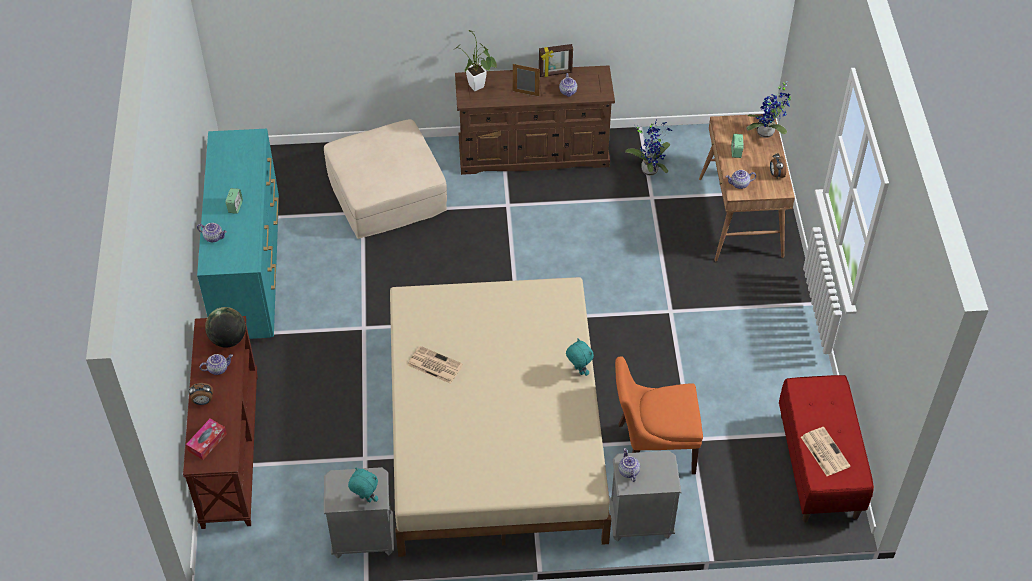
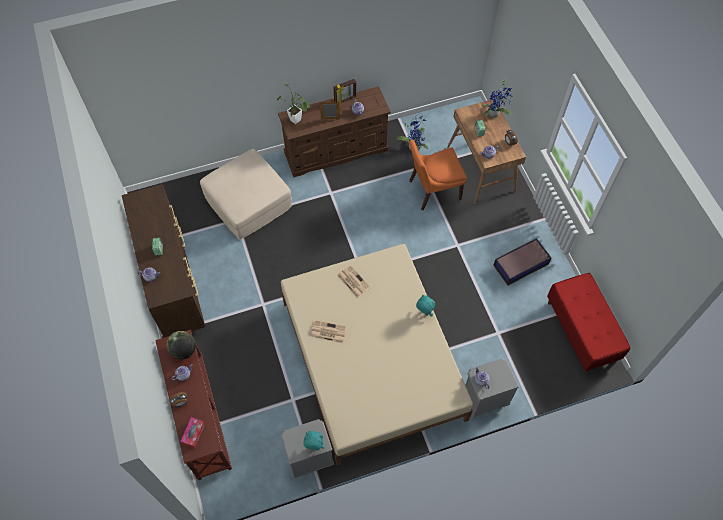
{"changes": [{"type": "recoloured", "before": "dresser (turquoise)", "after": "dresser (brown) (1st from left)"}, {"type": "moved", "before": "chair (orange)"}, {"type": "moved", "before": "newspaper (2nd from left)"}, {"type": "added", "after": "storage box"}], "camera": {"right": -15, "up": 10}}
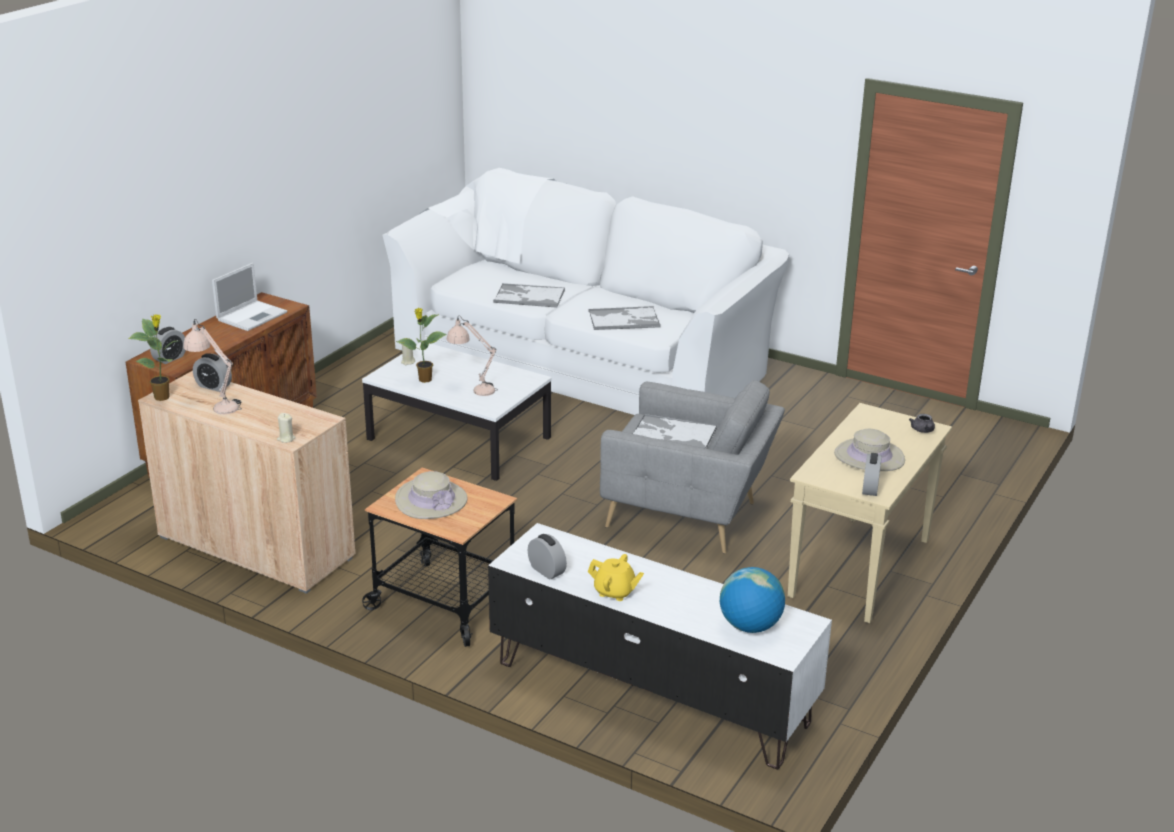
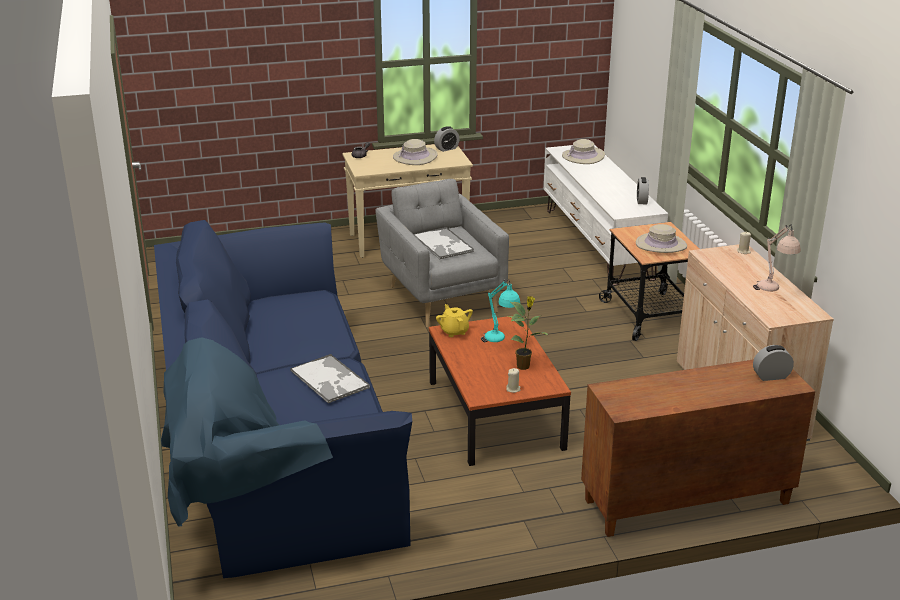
{"changes": [{"type": "removed", "before": "potted plant (1st from left)"}, {"type": "removed", "before": "alarm clock (2nd from left)"}, {"type": "removed", "before": "laptop"}, {"type": "recoloured", "before": "coffee table (white)", "after": "coffee table (brown)"}, {"type": "recoloured", "before": "sofa (white)", "after": "sofa (blue)"}, {"type": "recoloured", "before": "table lamp (beige) (2nd from left)", "after": "table lamp (turquoise)"}, {"type": "removed", "before": "tray (2nd from left)"}, {"type": "moved", "before": "teapot (yellow)"}, {"type": "replaced", "before": "globe", "after": "hat (beige) (2nd from left)"}], "camera": {"right": -135, "up": 0}}
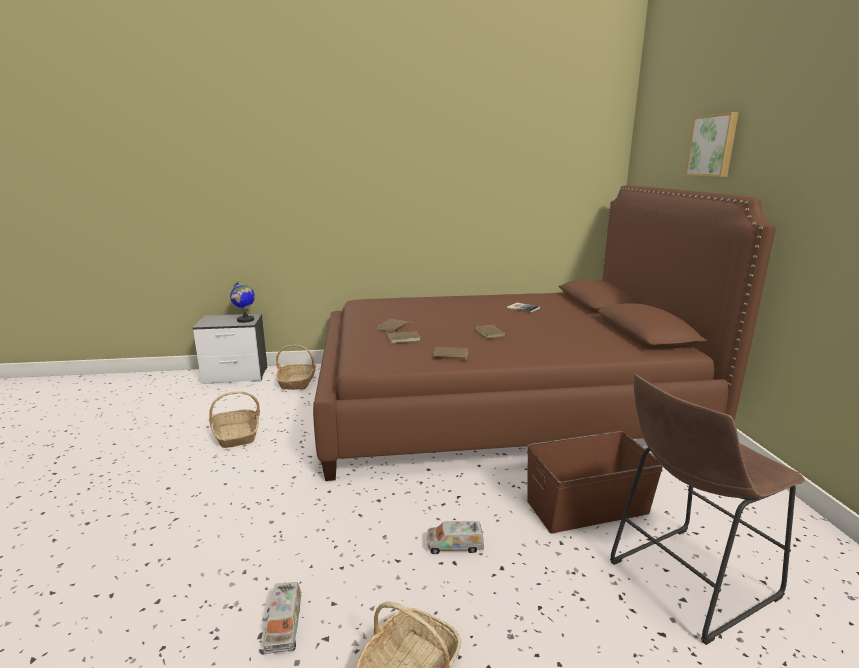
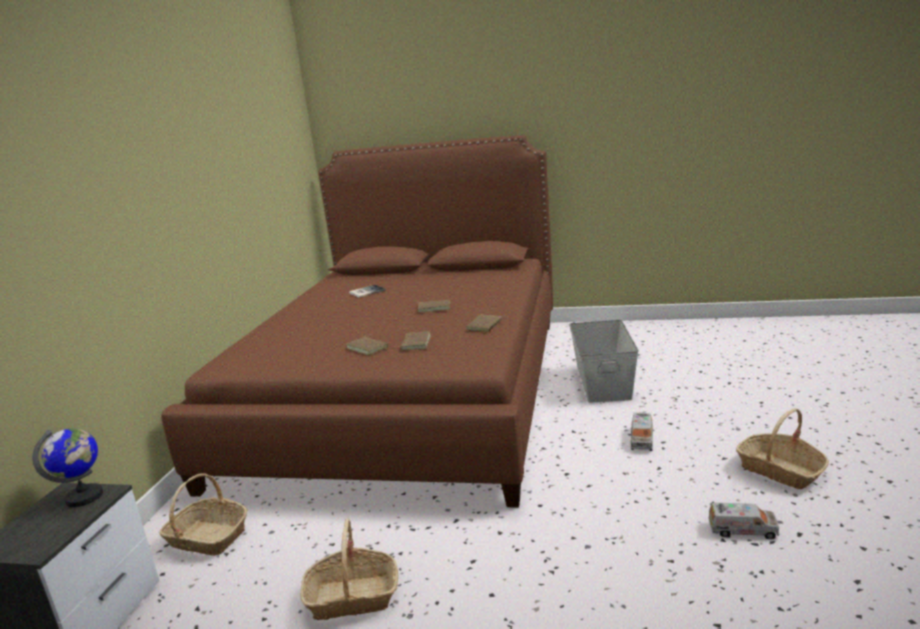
{"changes": [{"type": "recoloured", "before": "storage box (brown)", "after": "storage box (grey)"}, {"type": "removed", "before": "stool (brown)"}, {"type": "removed", "before": "picture"}], "camera": {"right": -70, "up": 0}}
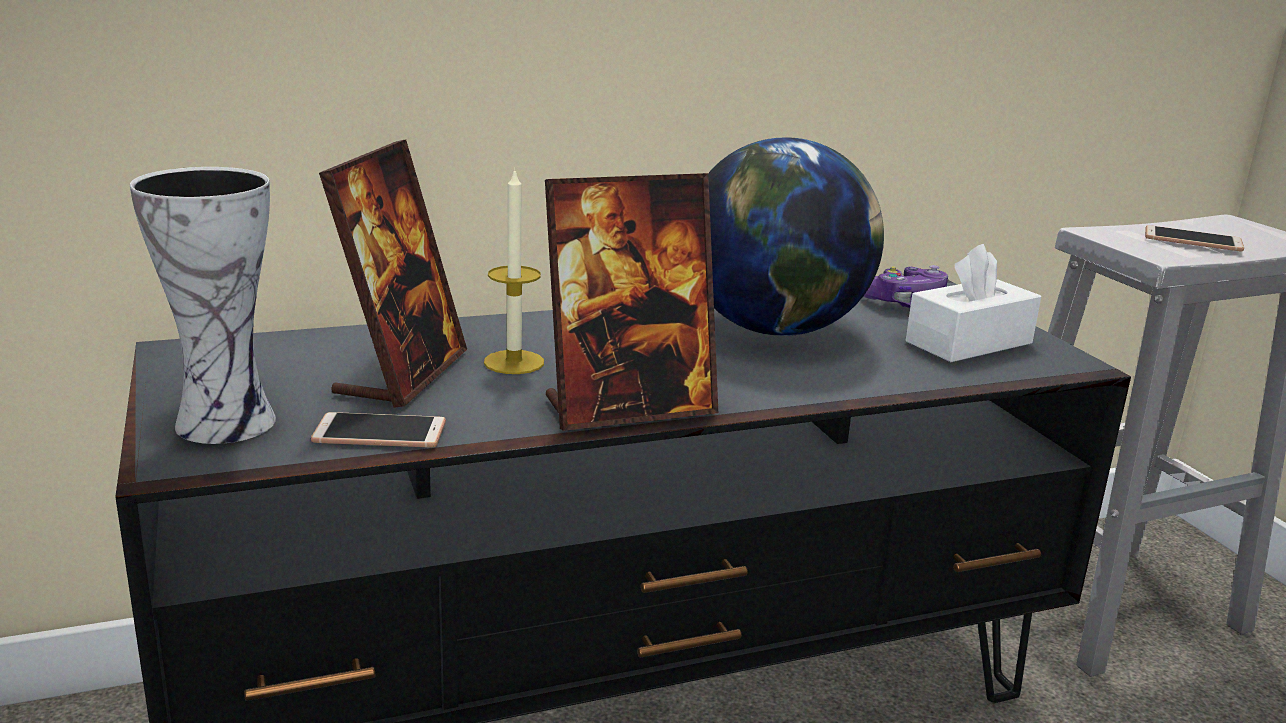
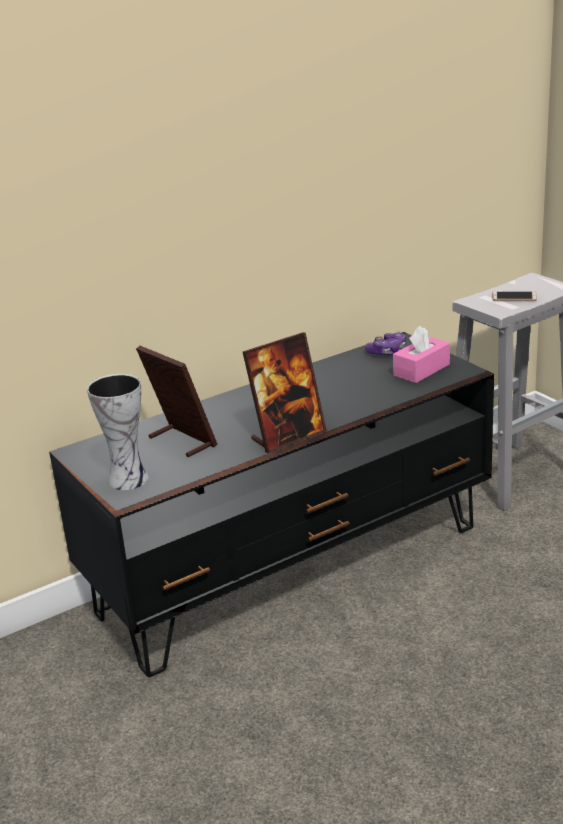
{"changes": [{"type": "removed", "before": "phone (1st from left)"}, {"type": "turned", "before": "picture frame (1st from left)", "turn": -45}, {"type": "removed", "before": "candle"}, {"type": "removed", "before": "globe"}, {"type": "recoloured", "before": "tissue box (white)", "after": "tissue box (pink)"}], "camera": {"right": -10, "up": 5}}
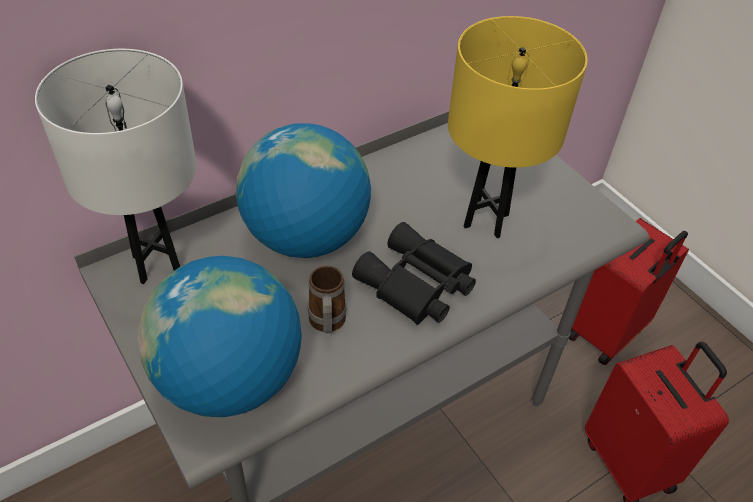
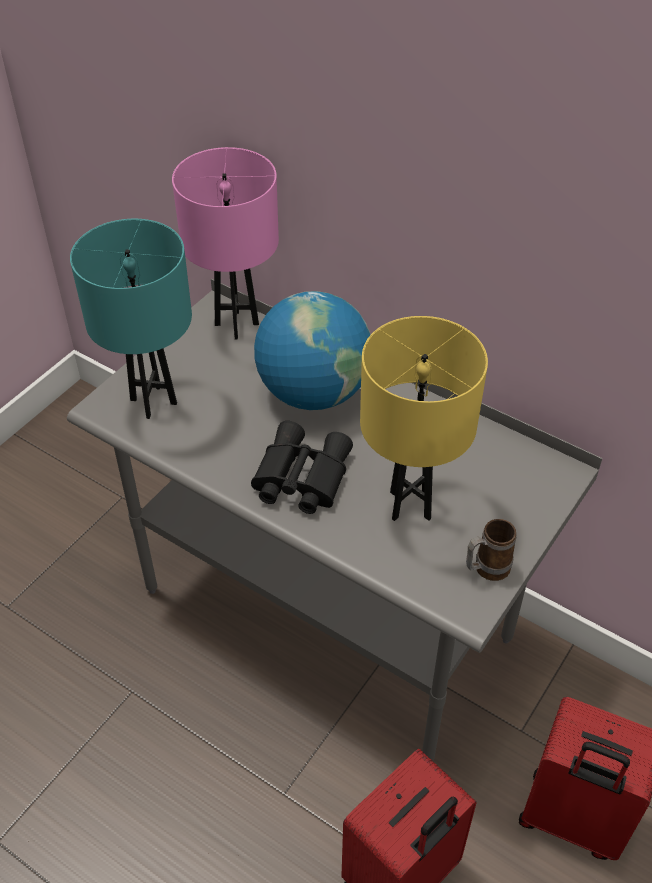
{"changes": [{"type": "recoloured", "before": "table lamp (white)", "after": "table lamp (pink)"}, {"type": "replaced", "before": "globe (1st from left)", "after": "table lamp (turquoise)"}, {"type": "moved", "before": "mug"}], "camera": {"right": 70, "up": 0}}
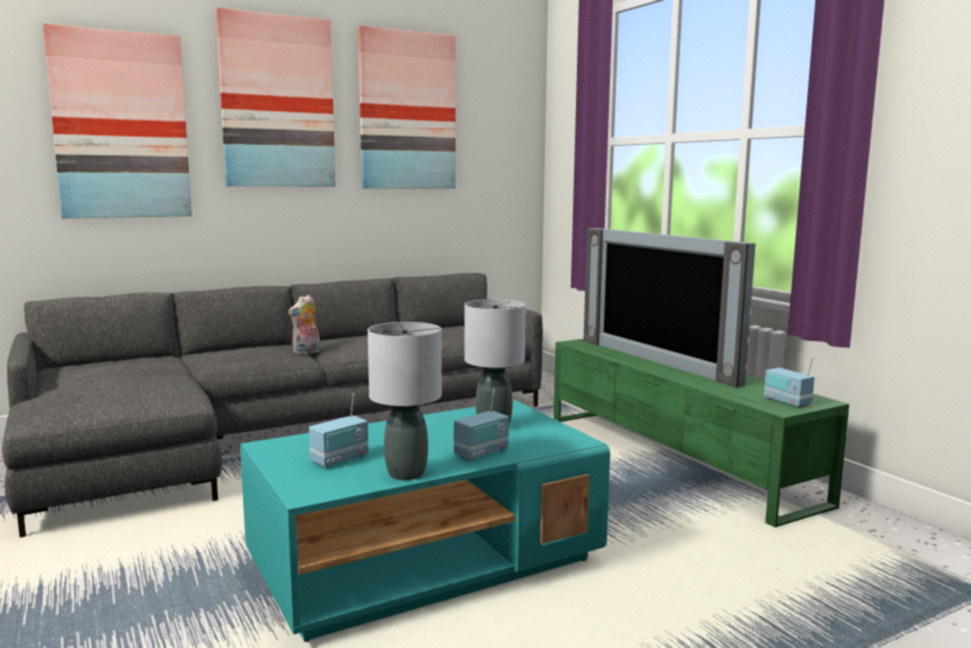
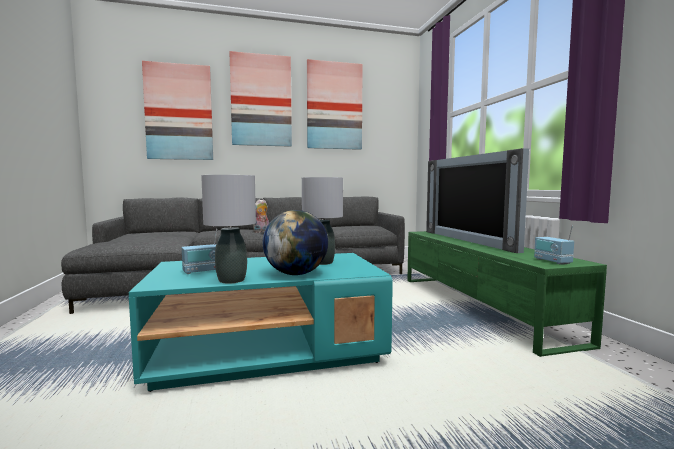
{"changes": [{"type": "replaced", "before": "radio (2nd from left)", "after": "globe"}], "camera": {"right": 15, "up": -5}}
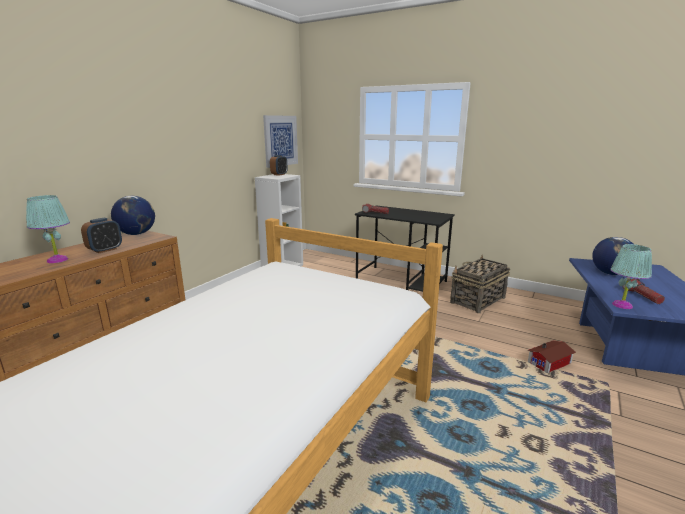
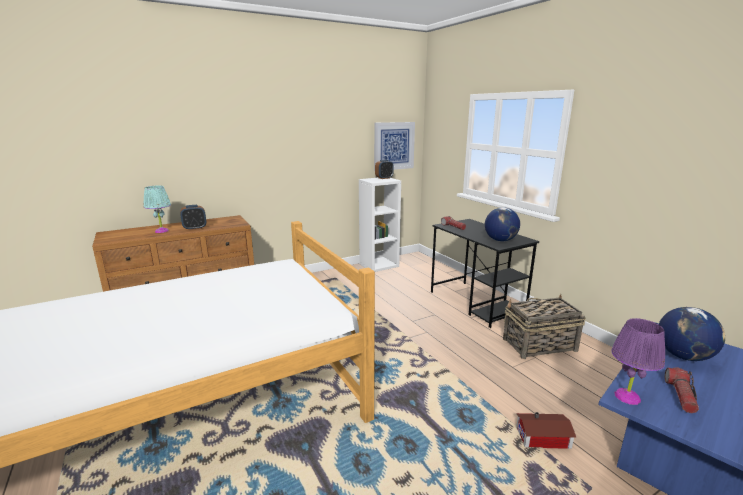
{"changes": [{"type": "moved", "before": "globe (1st from left)"}, {"type": "recoloured", "before": "table lamp (turquoise) (2nd from left)", "after": "table lamp (purple)"}], "camera": {"right": 30, "up": 0}}
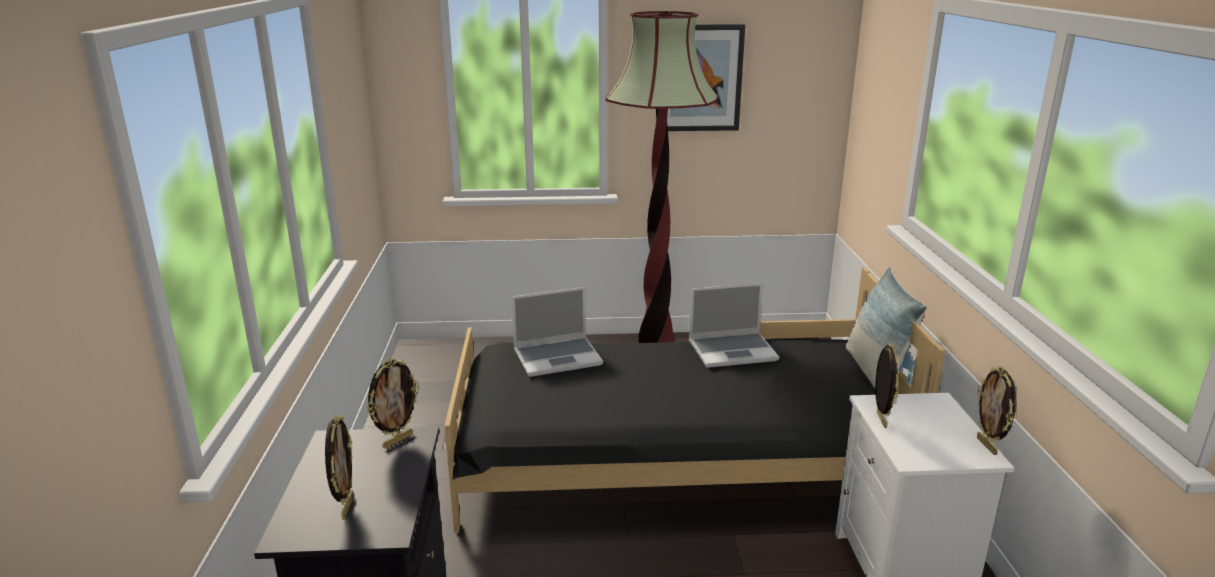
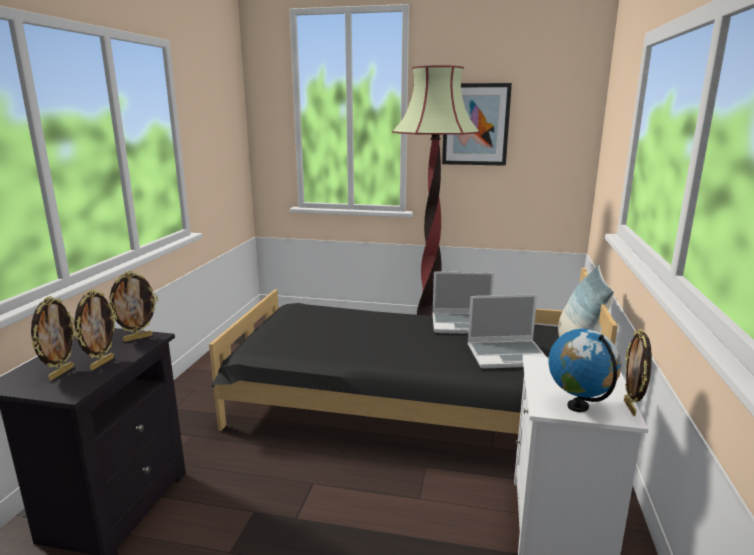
{"changes": [{"type": "moved", "before": "laptop (1st from left in the first image)", "after": "laptop (2nd from left)"}, {"type": "moved", "before": "picture frame (3rd from left in the first image)", "after": "picture frame (2nd from left)"}, {"type": "added", "after": "globe"}], "camera": {"right": 15, "up": -5}}
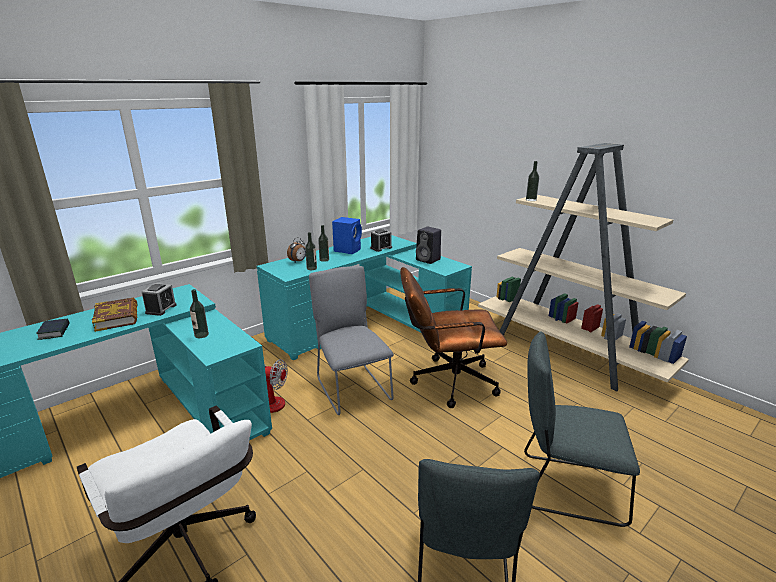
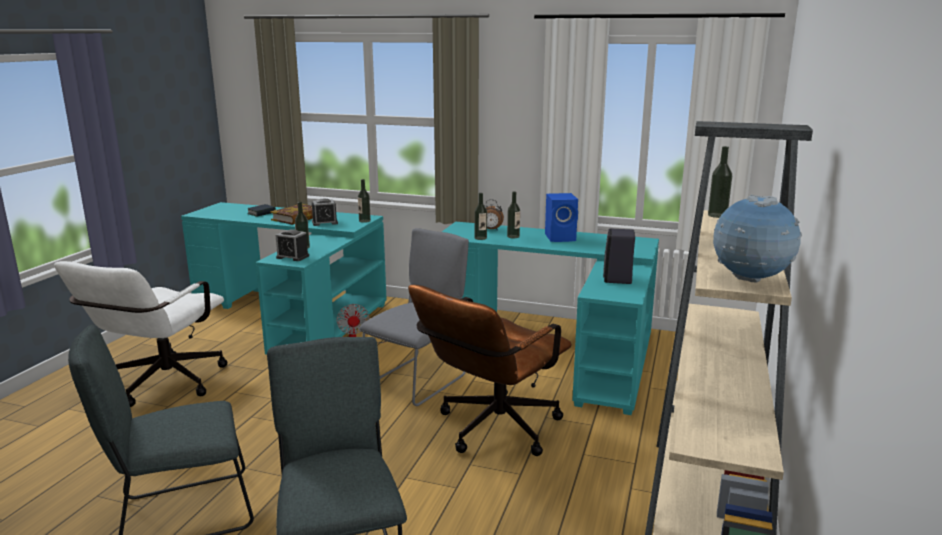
{"changes": [{"type": "moved", "before": "alarm clock (3rd from left in the first image)", "after": "alarm clock (1st from left)"}, {"type": "turned", "before": "office chair (brown)", "turn": -105}, {"type": "added", "after": "bottle (2nd from left)"}, {"type": "added", "after": "globe"}], "camera": {"right": 60, "up": -5}}
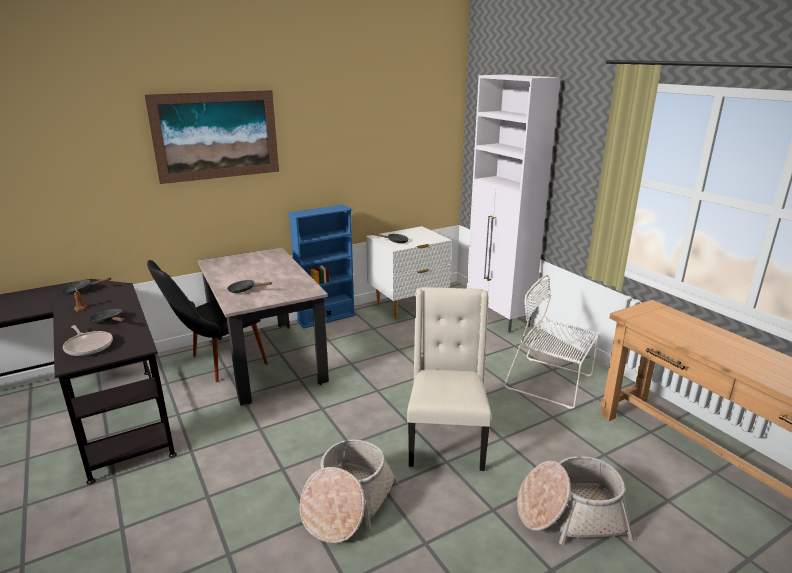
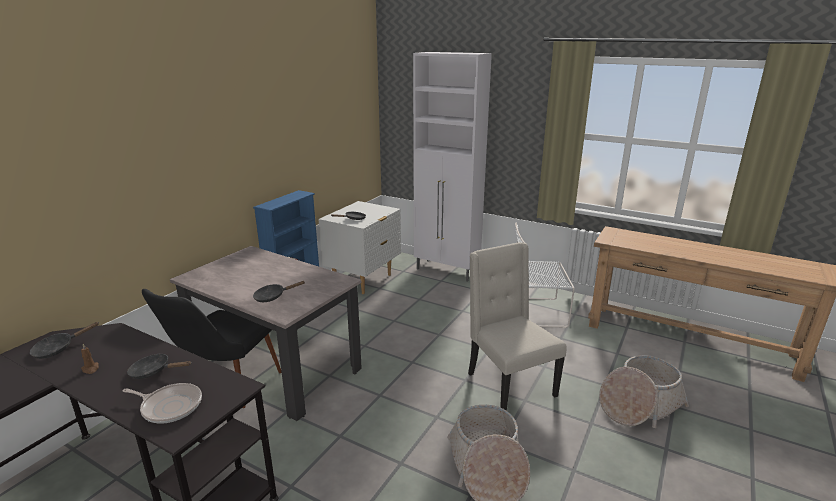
{"changes": [{"type": "removed", "before": "picture"}], "camera": {"right": -30, "up": 0}}
